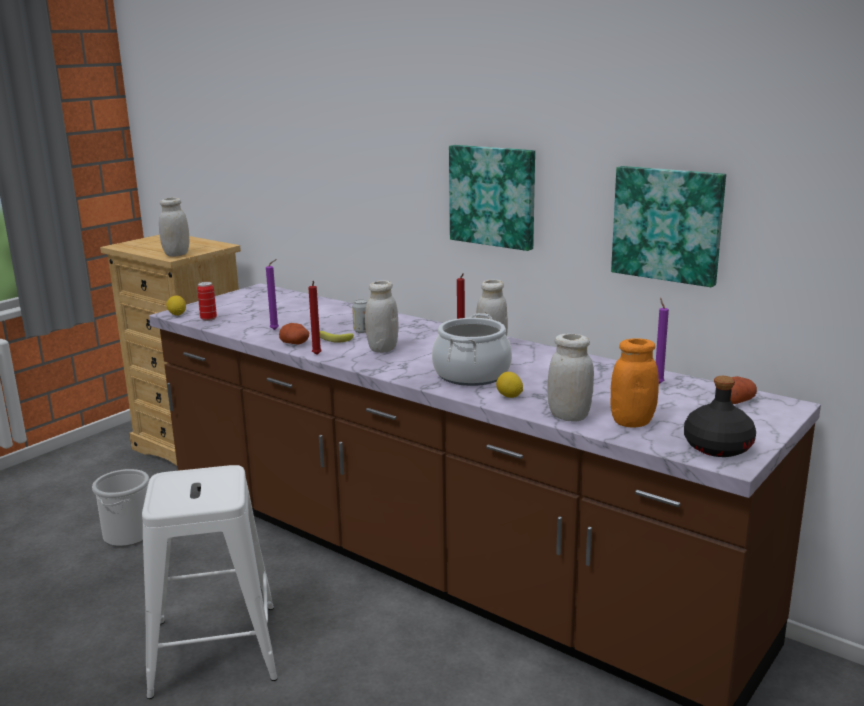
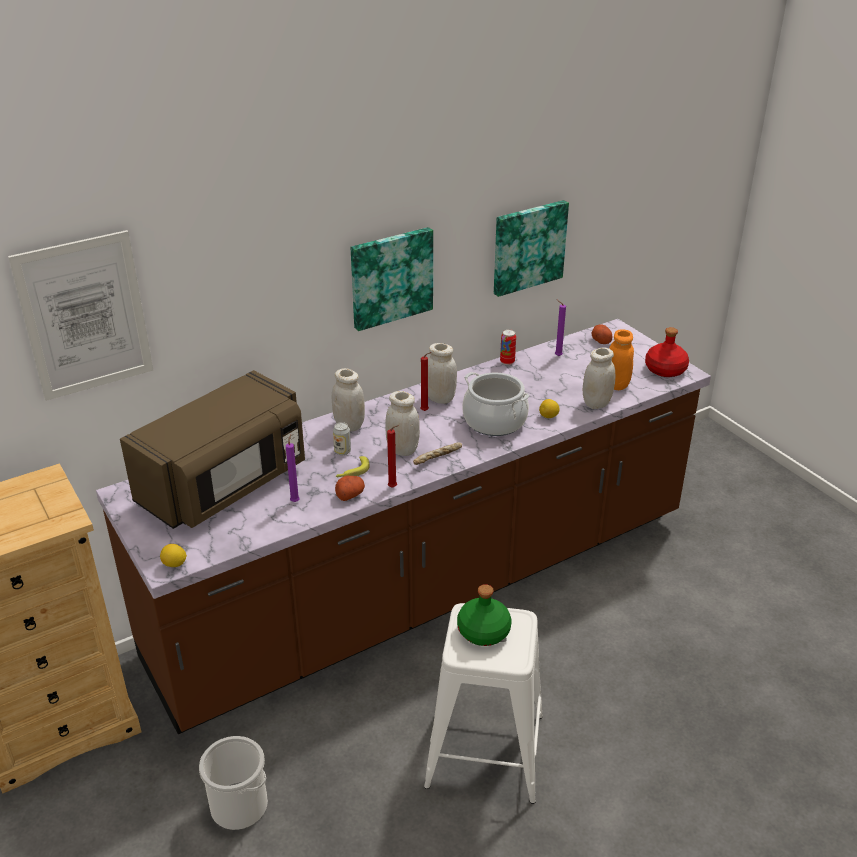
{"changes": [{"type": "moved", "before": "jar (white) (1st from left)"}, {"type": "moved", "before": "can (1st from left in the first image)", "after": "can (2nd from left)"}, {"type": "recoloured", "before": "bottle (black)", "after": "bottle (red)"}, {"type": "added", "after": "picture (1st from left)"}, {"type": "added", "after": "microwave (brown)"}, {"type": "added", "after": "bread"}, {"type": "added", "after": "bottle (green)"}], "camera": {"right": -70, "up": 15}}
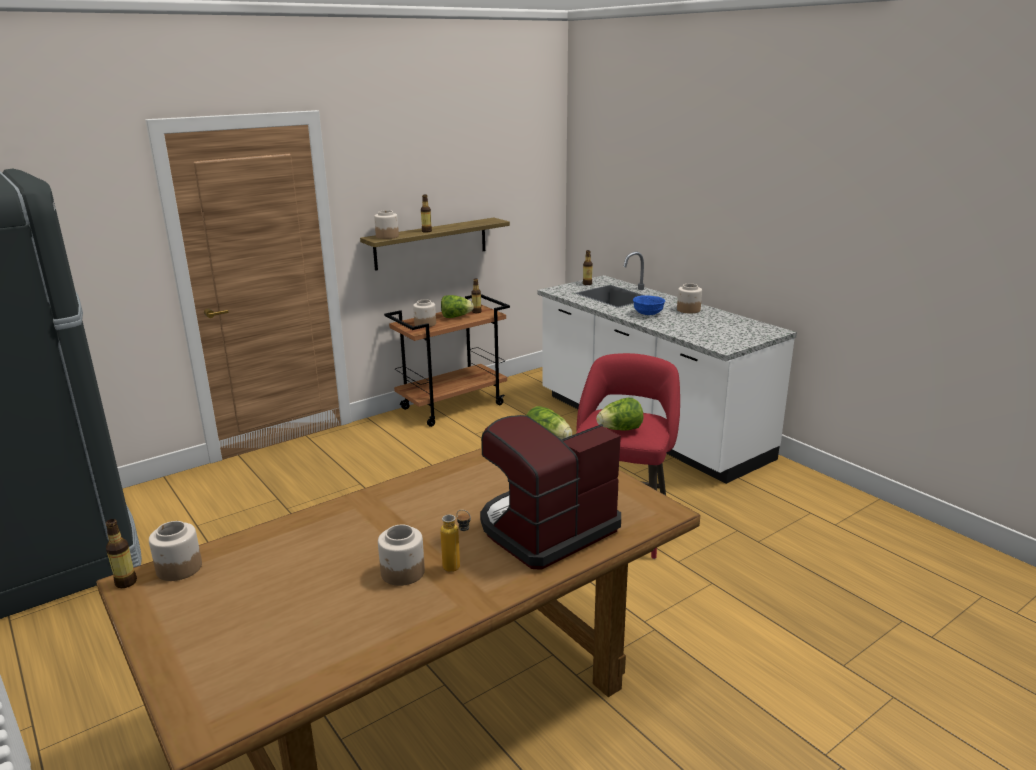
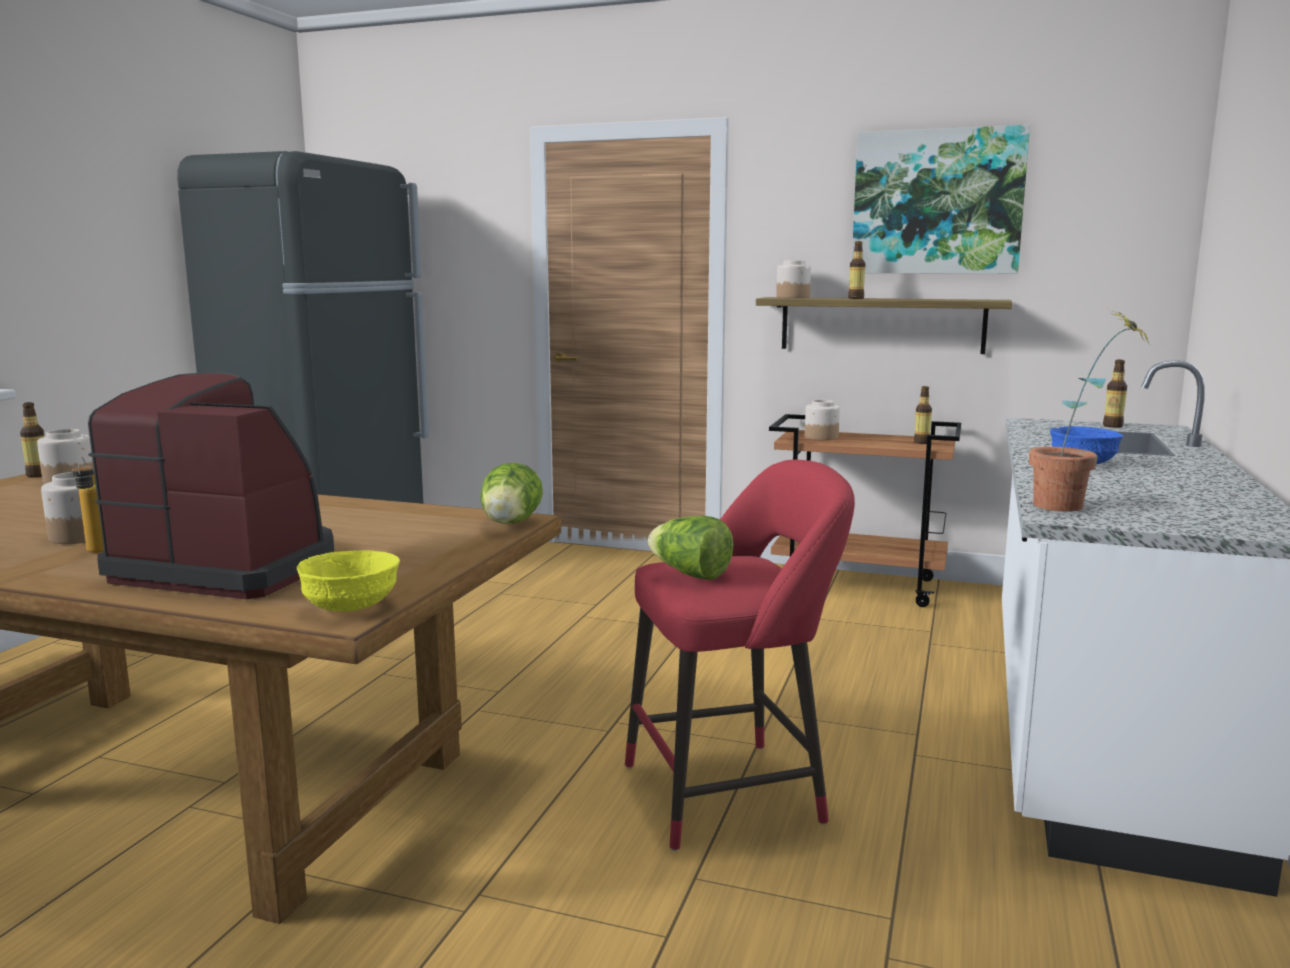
{"changes": [{"type": "removed", "before": "lettuce (1st from left)"}, {"type": "removed", "before": "jar (5th from left)"}, {"type": "added", "after": "bowl (yellow)"}, {"type": "added", "after": "picture"}, {"type": "added", "after": "potted plant"}], "camera": {"right": 55, "up": -10}}
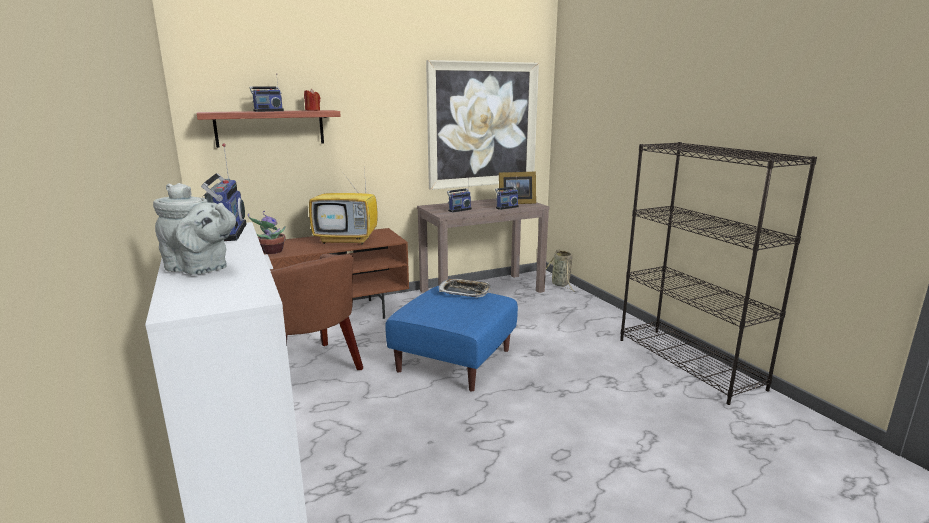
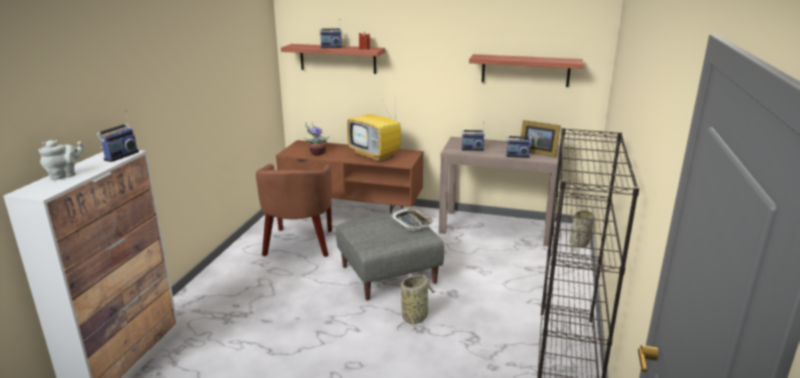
{"changes": [{"type": "turned", "before": "teapot (grey)", "turn": -105}, {"type": "recoloured", "before": "ottoman (blue)", "after": "ottoman (grey)"}, {"type": "replaced", "before": "picture", "after": "shelf (2nd from left)"}, {"type": "added", "after": "basket (1st from left)"}], "camera": {"right": 40, "up": 5}}
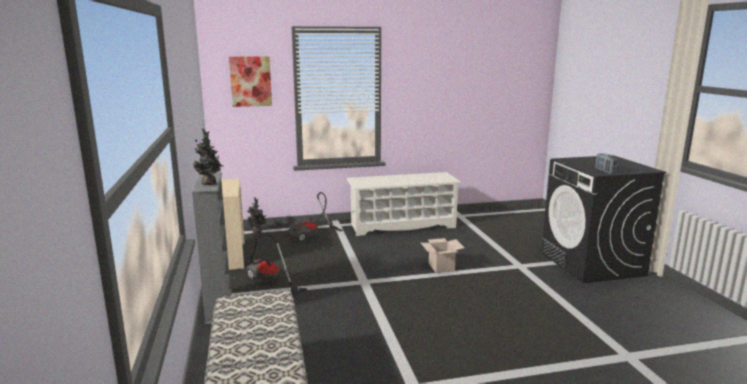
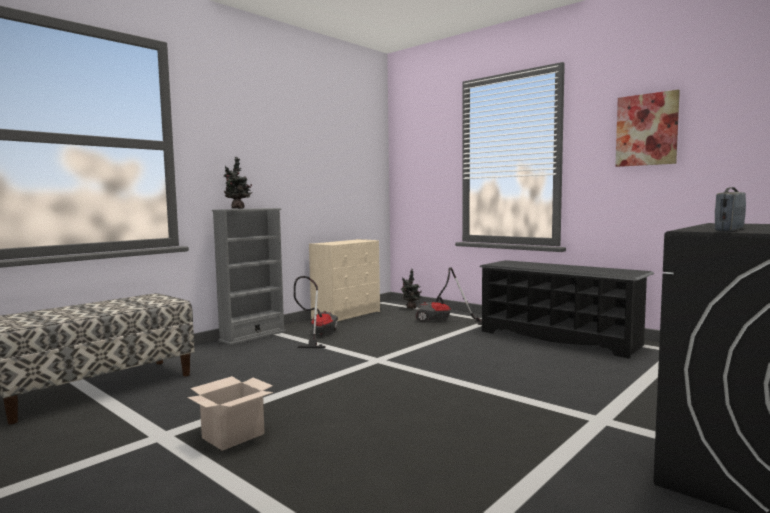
{"changes": [{"type": "moved", "before": "picture"}, {"type": "recoloured", "before": "shoe rack (white)", "after": "shoe rack (black)"}, {"type": "moved", "before": "cardboard box"}], "camera": {"right": 55, "up": -10}}
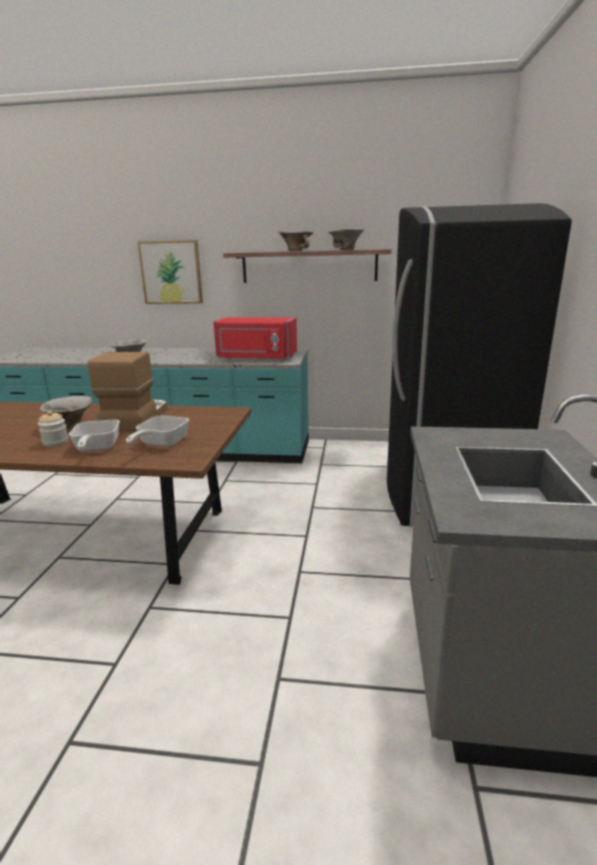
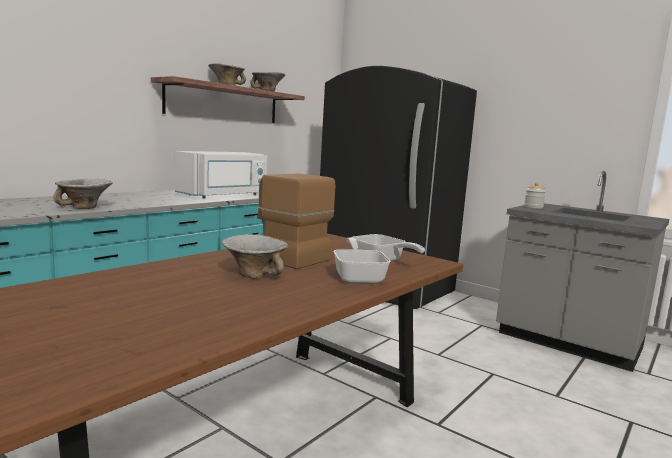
{"changes": [{"type": "moved", "before": "jar"}, {"type": "turned", "before": "frying pan (1st from left)", "turn": -120}, {"type": "removed", "before": "picture"}, {"type": "recoloured", "before": "microwave (red)", "after": "microwave (white)"}], "camera": {"right": -60, "up": -10}}
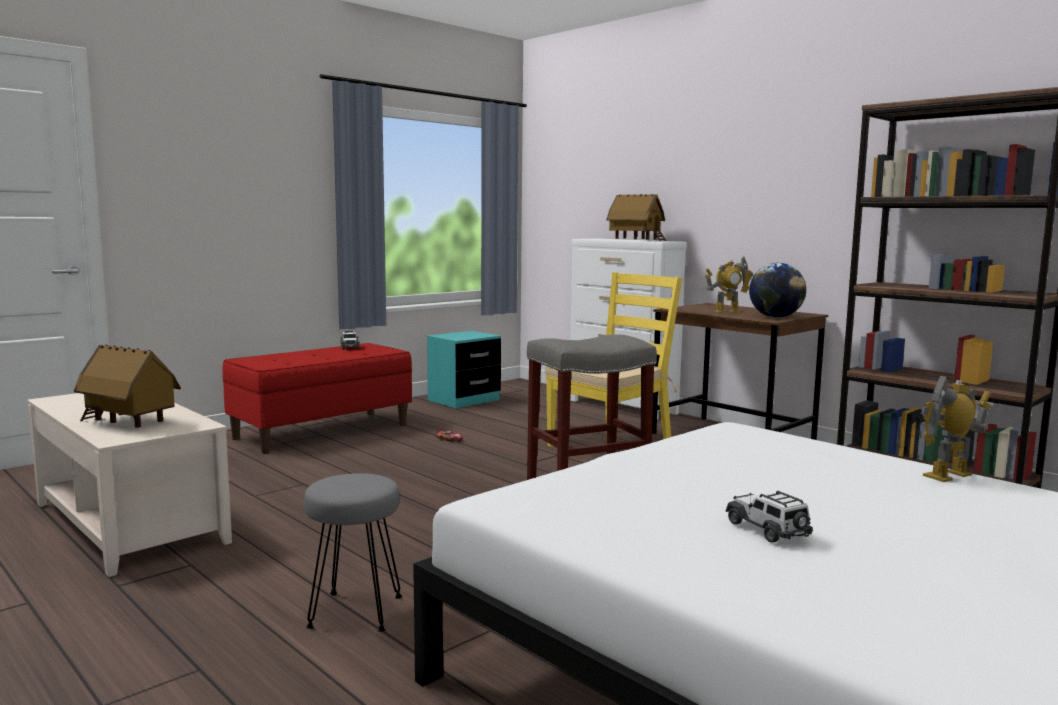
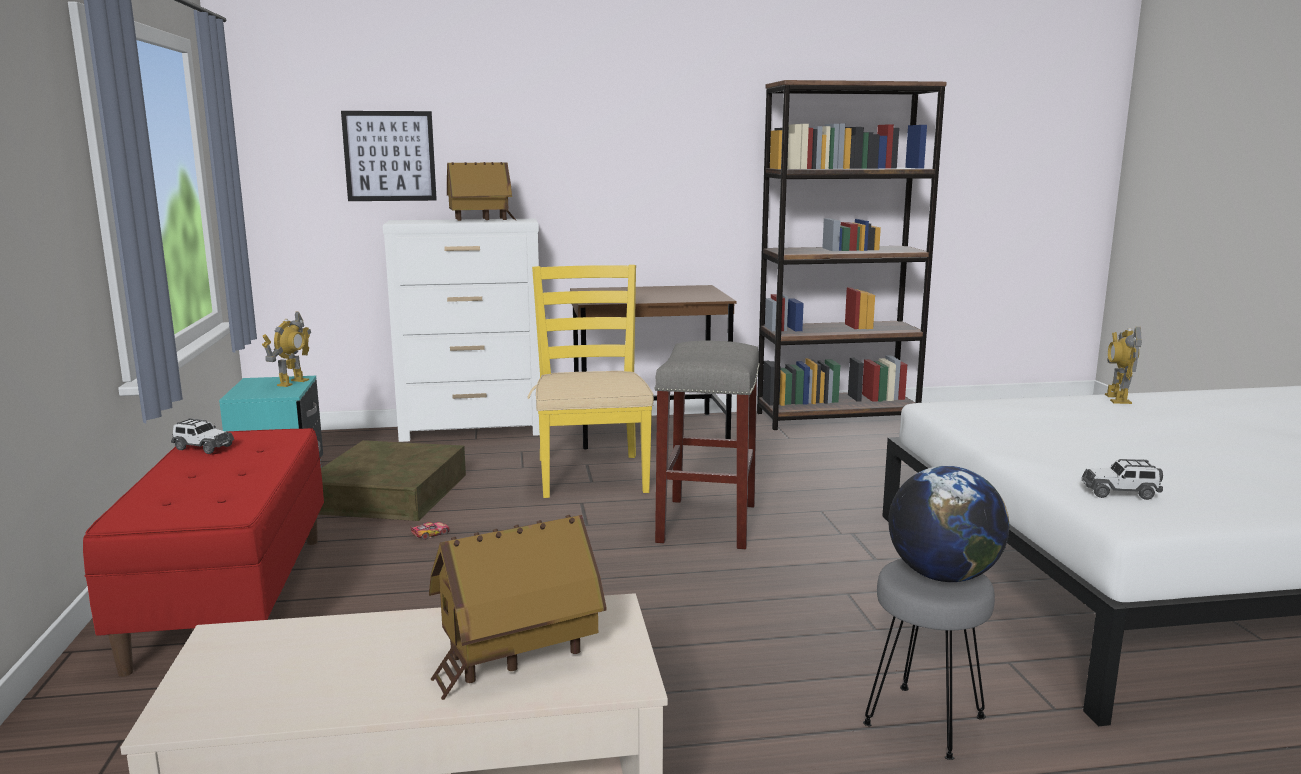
{"changes": [{"type": "moved", "before": "toy robot (1st from left)"}, {"type": "moved", "before": "toy car (3rd from left)"}, {"type": "moved", "before": "globe"}, {"type": "added", "after": "storage box (brown)"}, {"type": "added", "after": "picture"}], "camera": {"right": -55, "up": 5}}
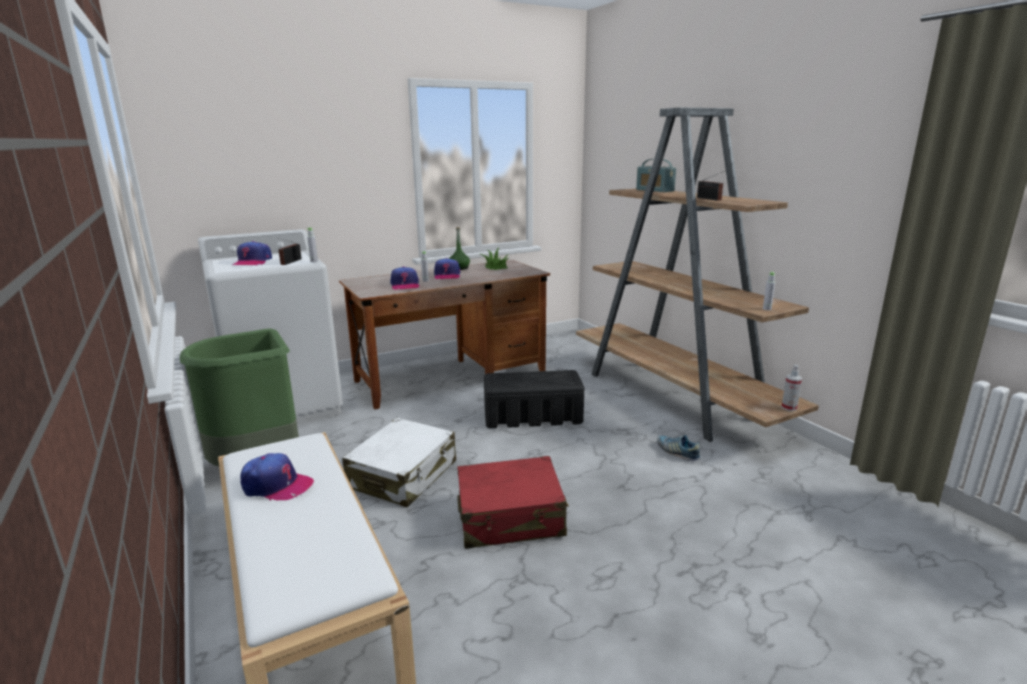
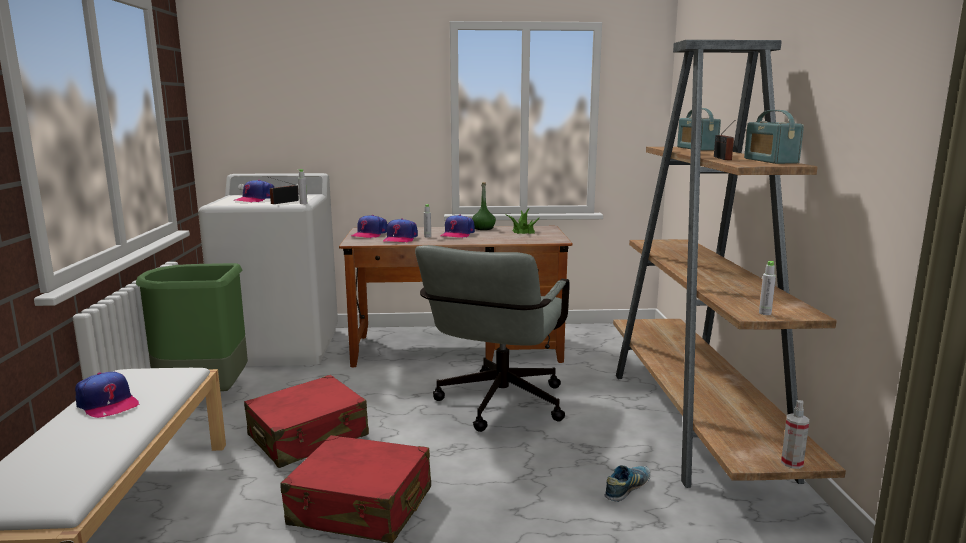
{"changes": [{"type": "recoloured", "before": "suitcase (white)", "after": "suitcase (red) (1st from left)"}, {"type": "replaced", "before": "storage box (black)", "after": "office chair (grey)"}, {"type": "turned", "before": "shoe", "turn": 60}, {"type": "added", "after": "cap (3rd from left)"}, {"type": "added", "after": "radio (4th from left)"}], "camera": {"right": 25, "up": -5}}
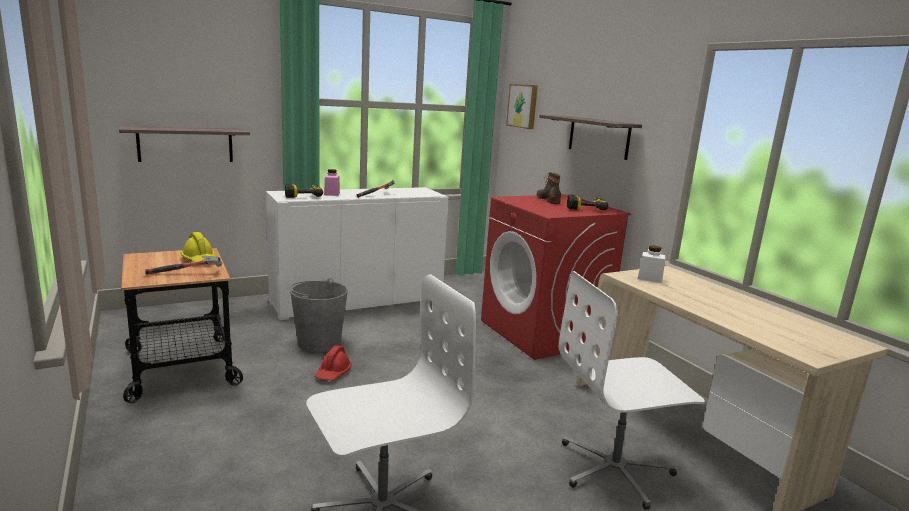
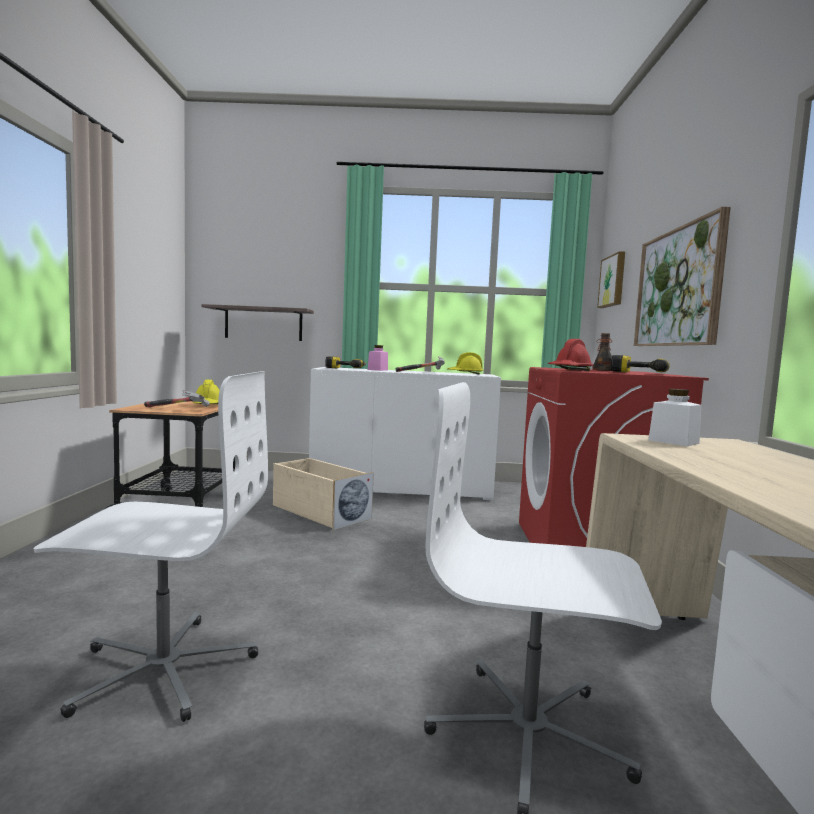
{"changes": [{"type": "replaced", "before": "bucket (grey)", "after": "storage box (beige)"}, {"type": "moved", "before": "hard hat (red)"}, {"type": "replaced", "before": "shelf (2nd from left)", "after": "picture (2nd from left)"}, {"type": "added", "after": "hard hat (yellow) (2nd from left)"}], "camera": {"right": 30, "up": -10}}
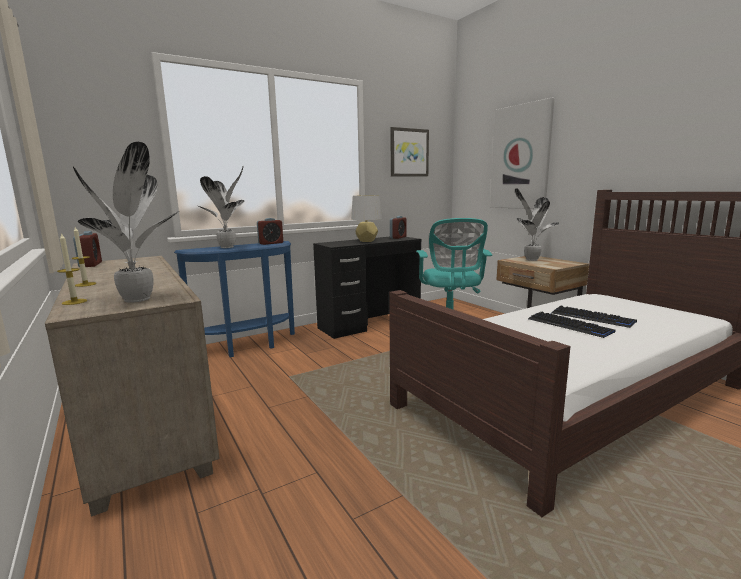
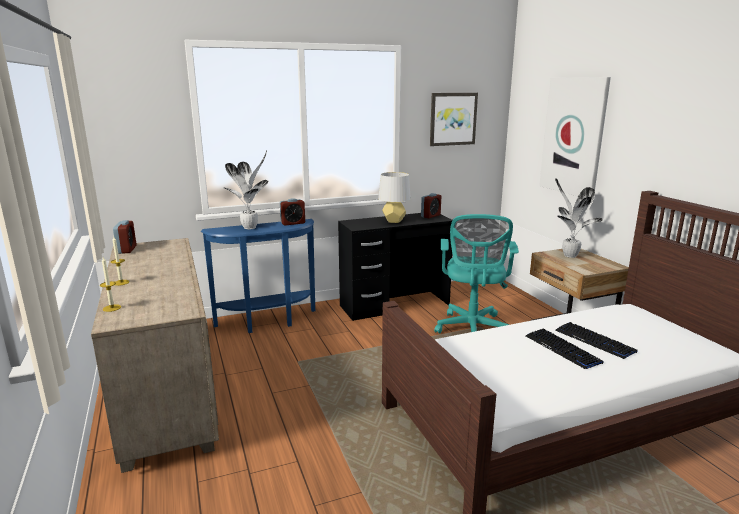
{"changes": [{"type": "removed", "before": "potted plant (1st from left)"}], "camera": {"right": 10, "up": 5}}
